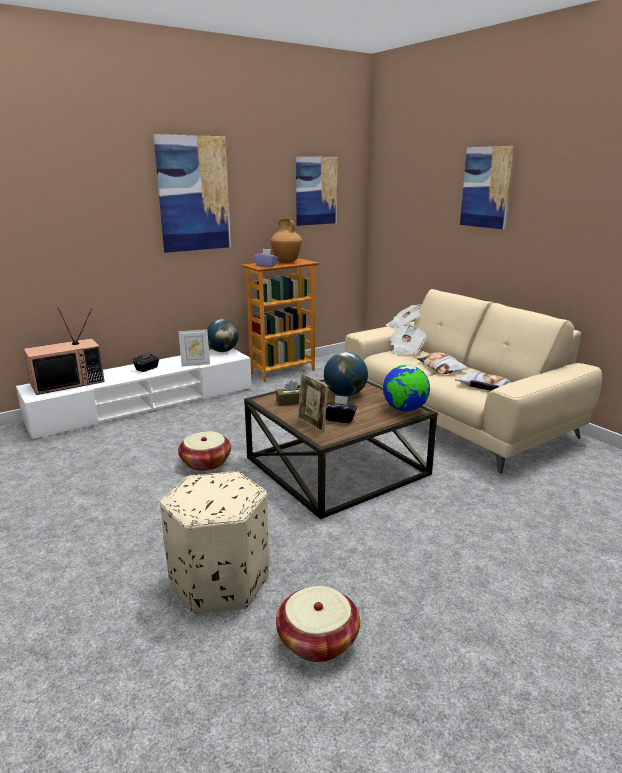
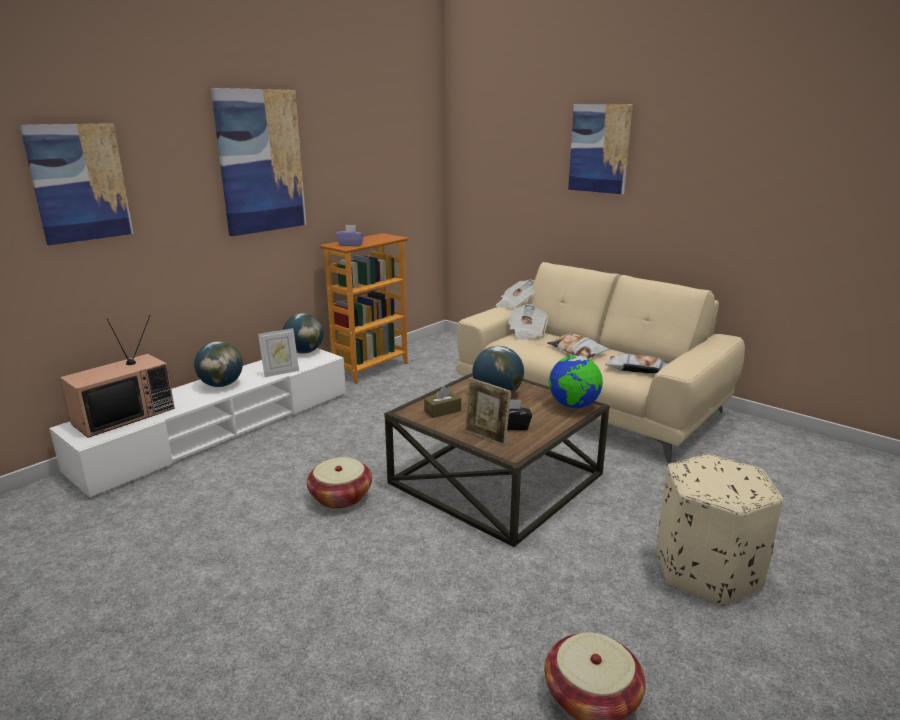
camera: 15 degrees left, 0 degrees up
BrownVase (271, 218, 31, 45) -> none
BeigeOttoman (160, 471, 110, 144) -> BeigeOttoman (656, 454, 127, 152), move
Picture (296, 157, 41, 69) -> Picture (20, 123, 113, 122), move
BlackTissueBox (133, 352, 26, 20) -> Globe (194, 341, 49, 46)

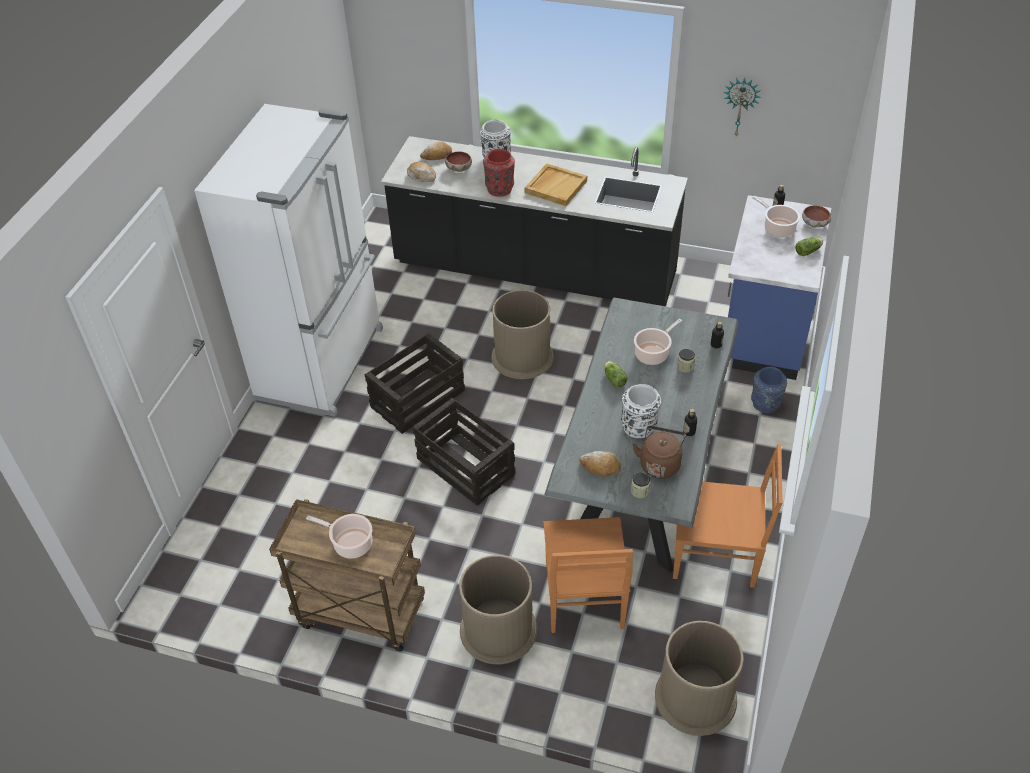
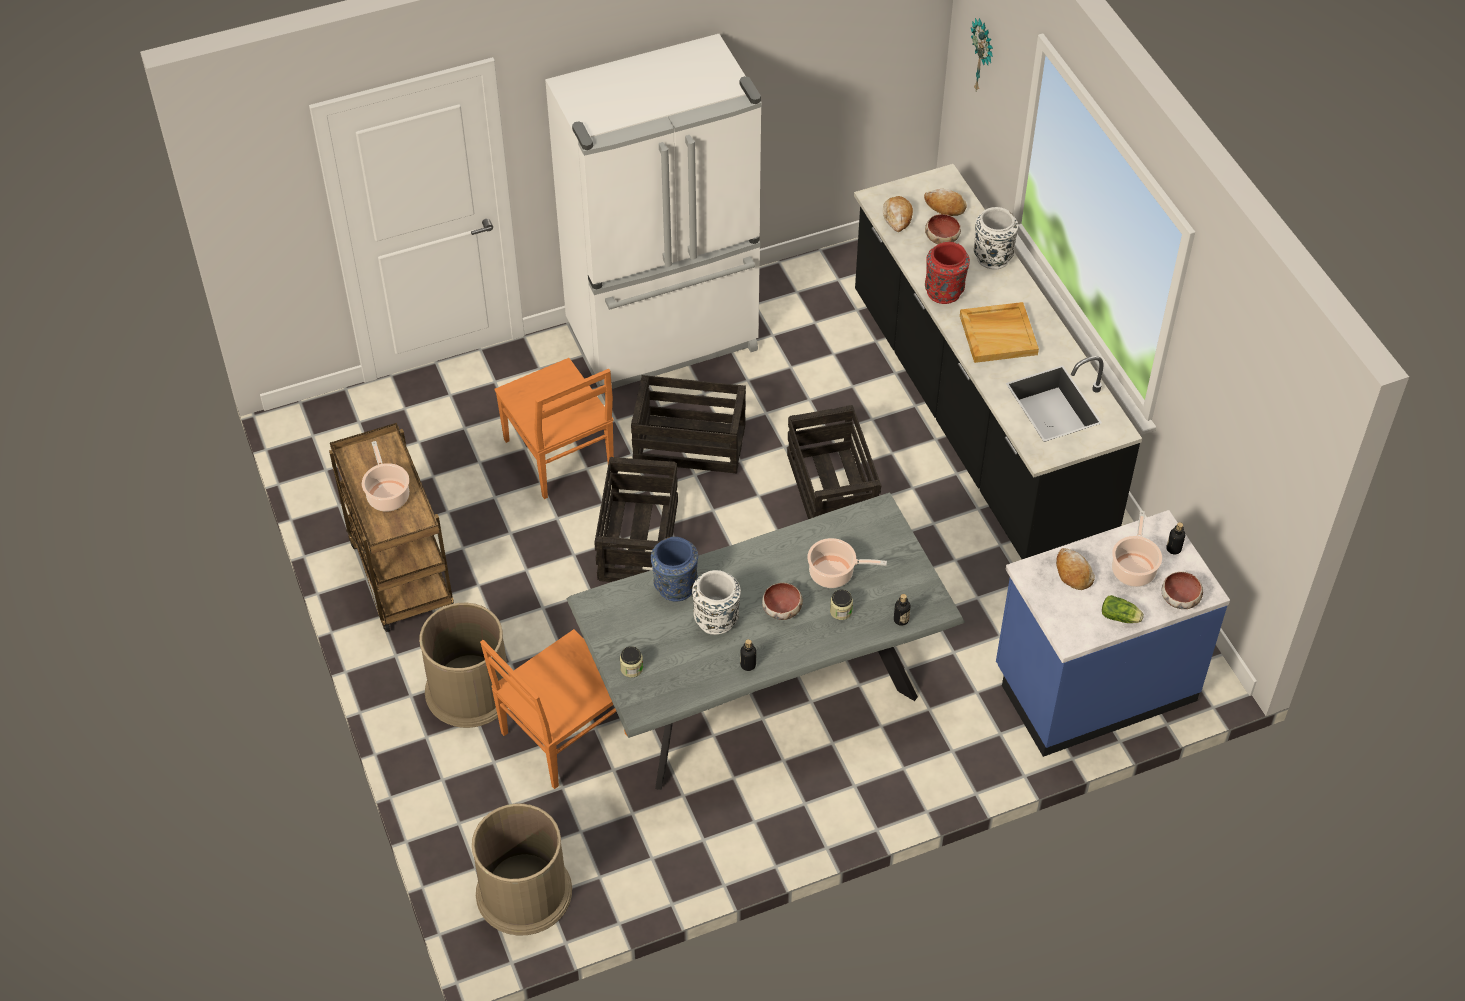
camera: 50 degrees right, 5 degrees up
Lettuce (604, 361, 23, 27) -> none
BrownKettle (632, 426, 54, 53) -> none
none -> Bowl (762, 583, 41, 37)
Bread (579, 451, 42, 26) -> Bread (1056, 548, 39, 42), move
OrangeChair (673, 444, 110, 144) -> OrangeChair (494, 358, 120, 141), move
WallClock (723, 78, 38, 58) -> WallClock (971, 18, 22, 73), move
BlueVase (751, 367, 36, 46) -> BlueVase (651, 537, 47, 64), move
BrownTrashCan (491, 290, 63, 89) -> Crate (787, 405, 94, 114)

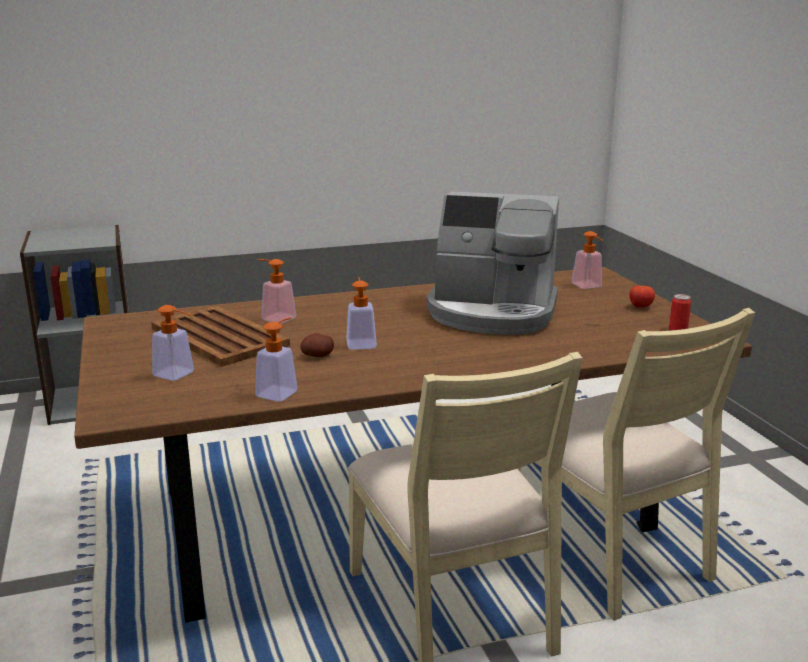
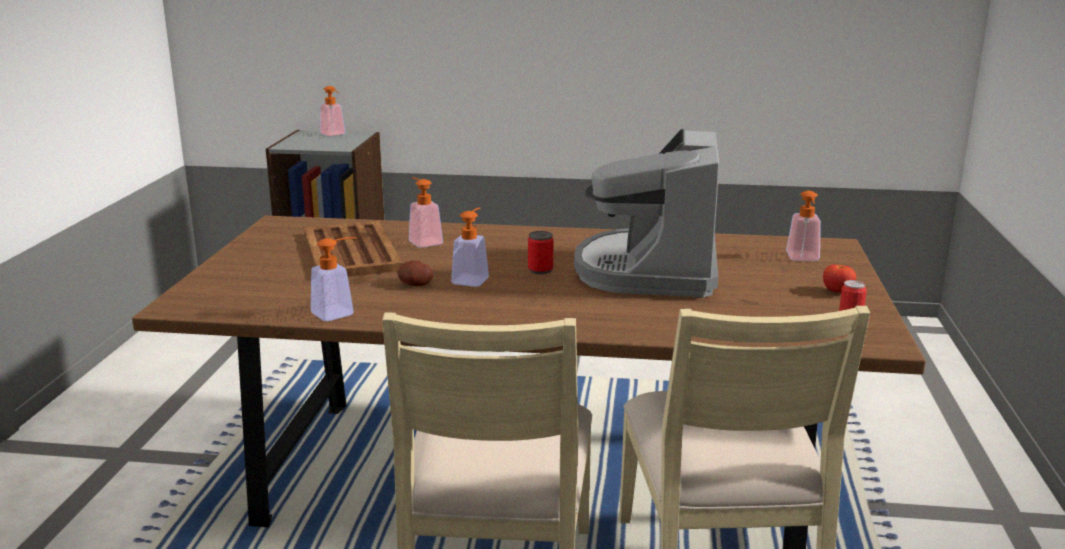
camera: 25 degrees right, 0 degrees up
none -> Can (528, 231, 25, 43)
SoapDispenser (152, 305, 42, 76) -> SoapDispenser (320, 86, 25, 50), move
CoffeeMachine (427, 191, 132, 144) -> CoffeeMachine (574, 129, 145, 169), 60 degrees clockwise

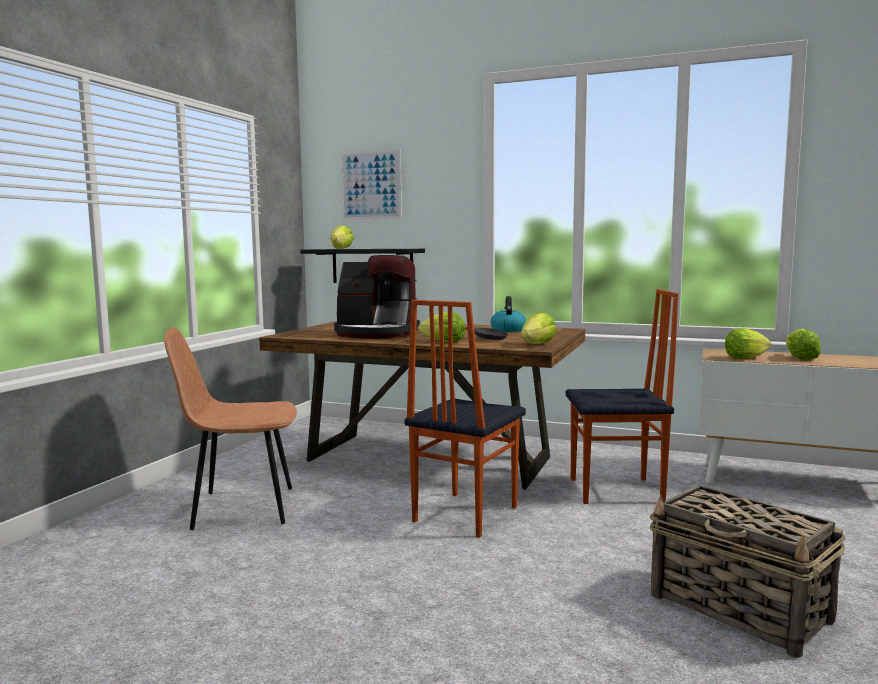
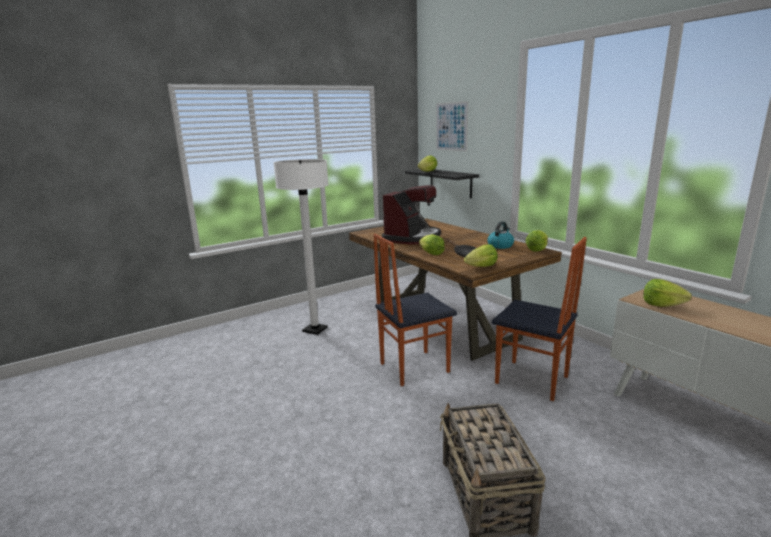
camera: 35 degrees right, 10 degrees up
Lettuce (786, 329, 35, 31) -> Lettuce (525, 230, 23, 21), move
BrownChair (164, 327, 133, 203) -> WhiteFloorLamp (274, 159, 55, 176)
CoffeeMachine (334, 255, 86, 84) -> CoffeeMachine (382, 185, 59, 59), 105 degrees counterclockwise

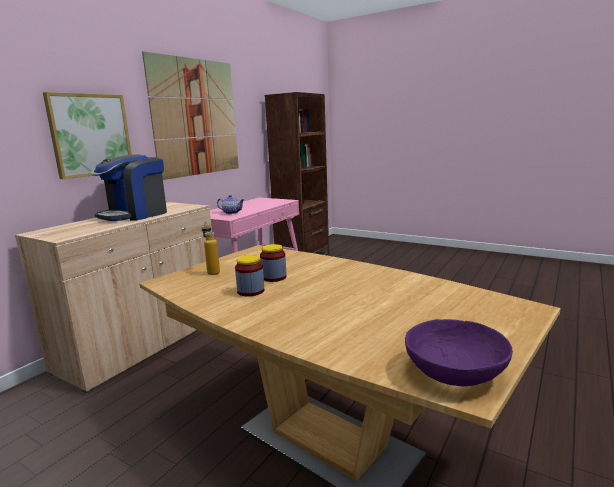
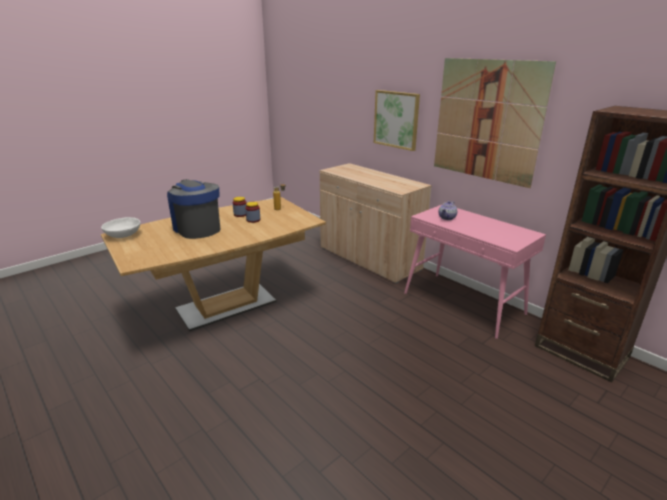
camera: 105 degrees right, 10 degrees up
CoffeeMachine (91, 155, 76, 66) -> CoffeeMachine (167, 179, 54, 60), move
PurpleBowl (405, 319, 108, 67) -> WhiteBowl (101, 217, 39, 21)

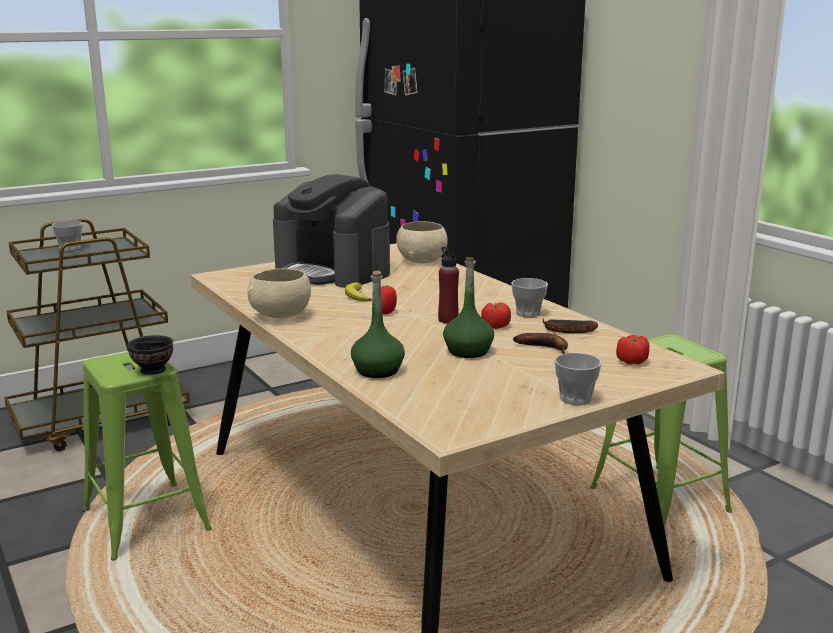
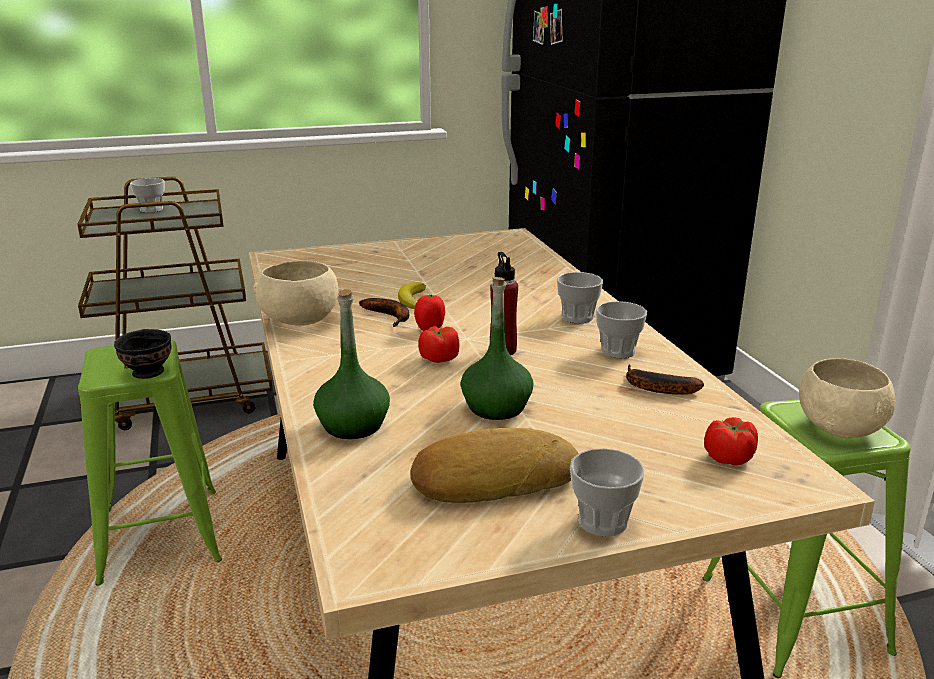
camera: 15 degrees right, 5 degrees up
CoffeeMachine (273, 174, 117, 114) -> none
none -> Bread (411, 428, 168, 75)
none -> Cup (557, 272, 46, 51)
BeigeBowl (396, 221, 52, 42) -> BeigeBowl (799, 358, 96, 80), move
Tomato (481, 302, 30, 27) -> Tomato (418, 326, 42, 37), move
Banana (513, 333, 55, 21) -> Banana (359, 298, 50, 29), move

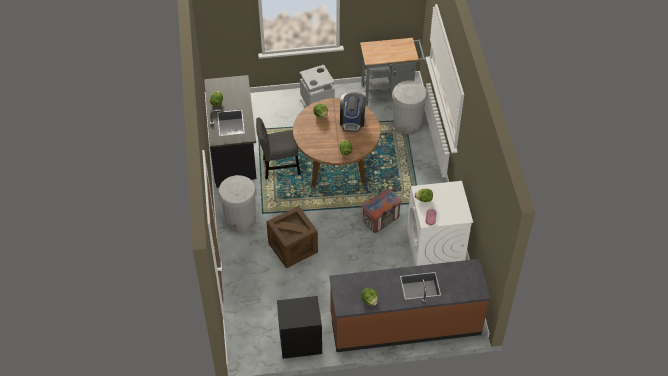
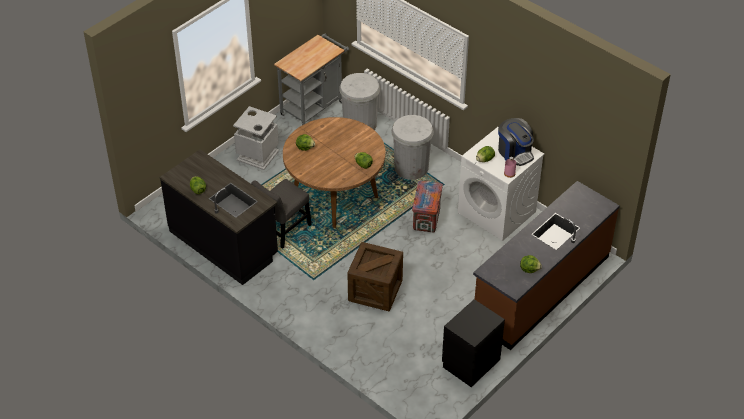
camera: 40 degrees left, 5 degrees down
WhiteTrashCan (218, 175, 39, 57) -> WhiteTrashCan (391, 115, 43, 65), move
CoffeeMachine (340, 92, 26, 40) -> CoffeeMachine (498, 118, 36, 48), move

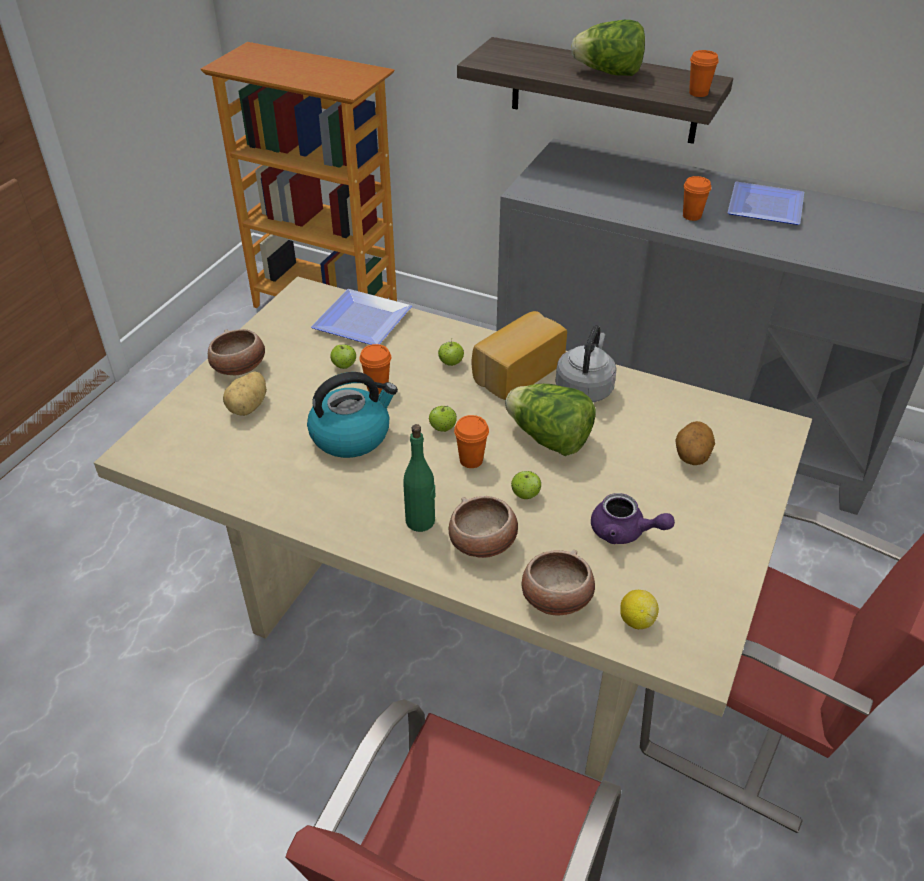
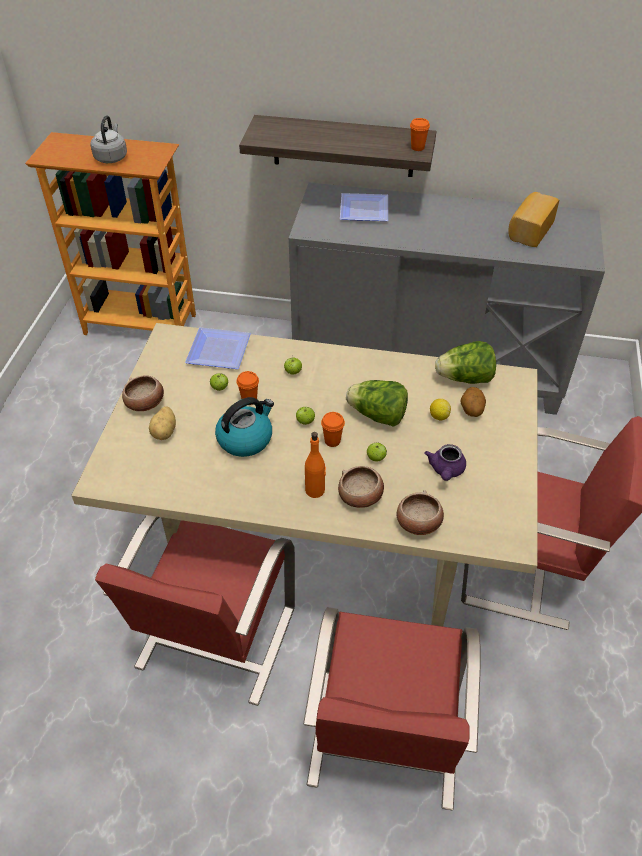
camera: 15 degrees left, 5 degrees up
OrangeCup (683, 176, 28, 45) -> none
none -> RedChair (95, 515, 200, 191)
Bread (471, 311, 96, 89) -> Bread (509, 192, 50, 55), move
GreyKettle (555, 325, 62, 77) -> GreyKettle (90, 115, 37, 48), move
Lettuce (571, 20, 74, 56) -> Lettuce (435, 341, 61, 43), move
Lemon (620, 590, 39, 39) -> Lemon (430, 399, 21, 22), move
Plate (727, 182, 77, 43) -> Plate (340, 193, 48, 28), move
GreenBottle (403, 424, 32, 108) -> OrangeBottle (305, 432, 21, 66)
PurpleTeapot (591, 493, 84, 51) -> PurpleTeapot (425, 444, 41, 37), 90 degrees clockwise

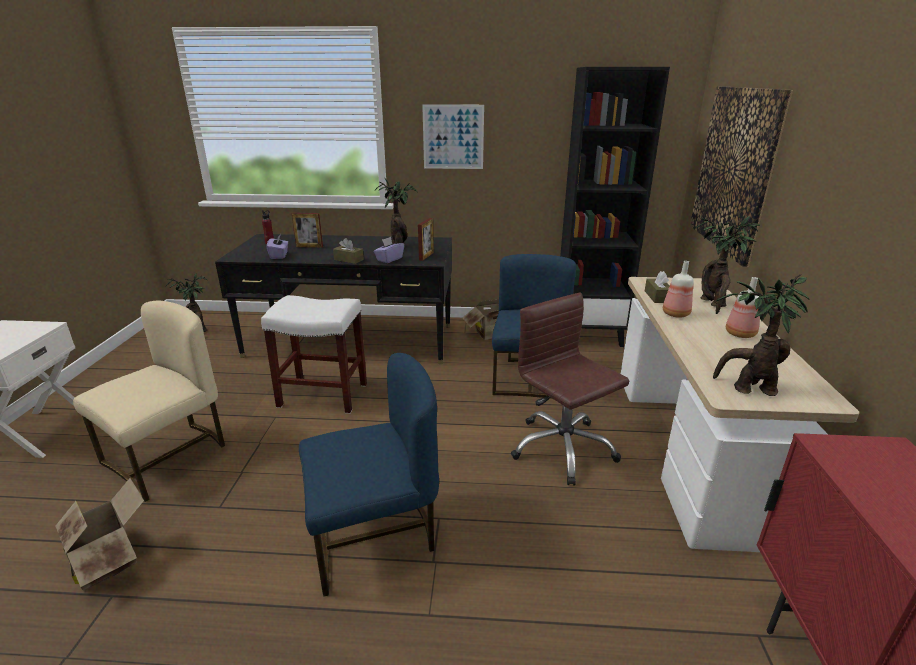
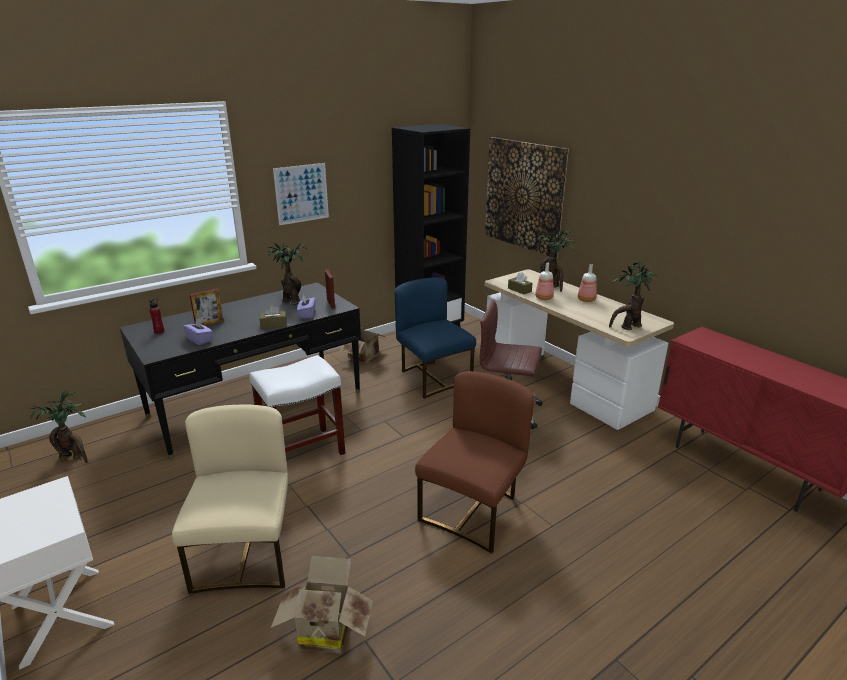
camera: 40 degrees left, 0 degrees up
BlueChair (299, 353, 140, 243) -> BrownChair (415, 371, 119, 182)

